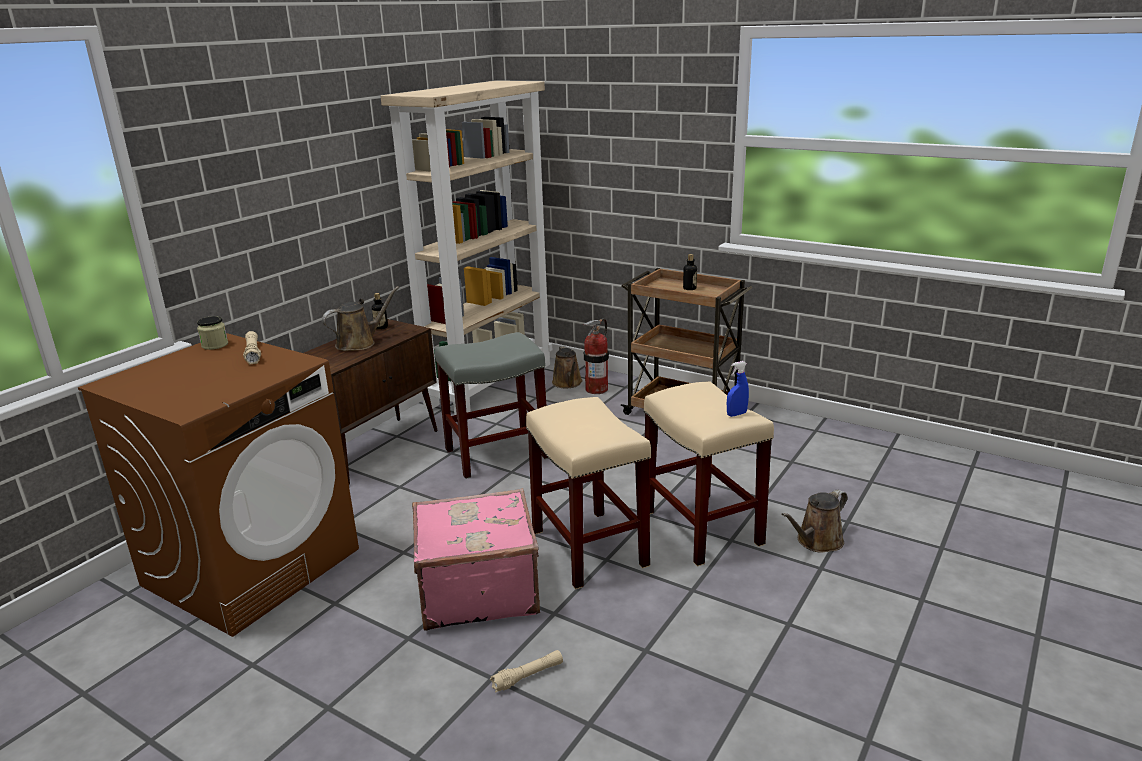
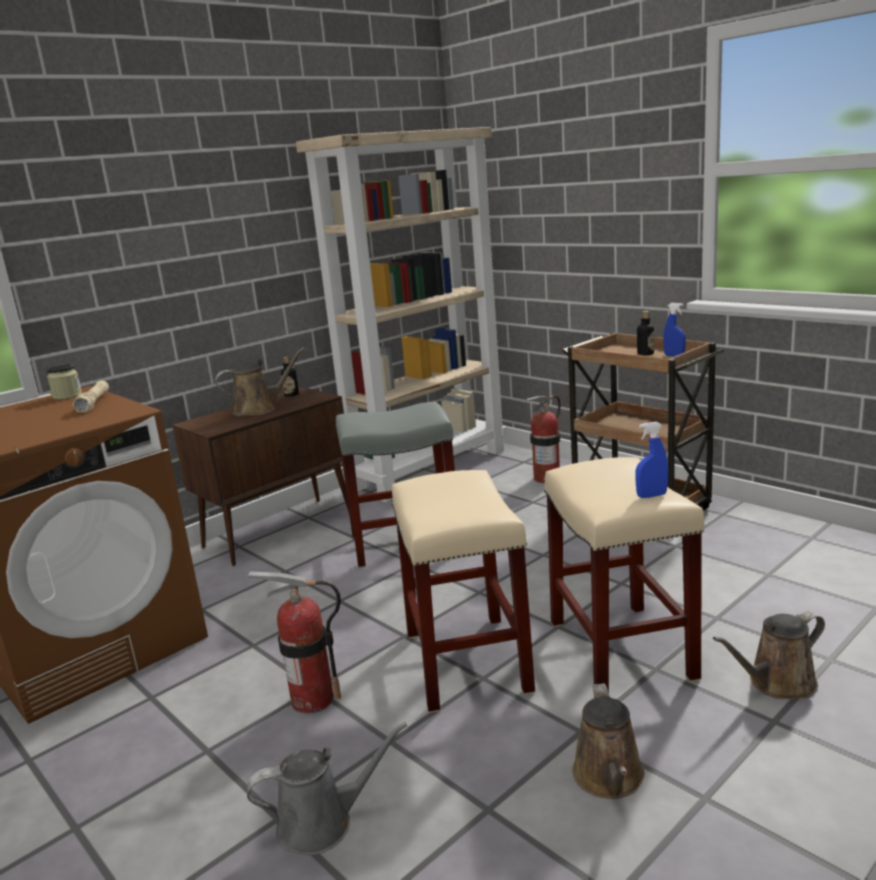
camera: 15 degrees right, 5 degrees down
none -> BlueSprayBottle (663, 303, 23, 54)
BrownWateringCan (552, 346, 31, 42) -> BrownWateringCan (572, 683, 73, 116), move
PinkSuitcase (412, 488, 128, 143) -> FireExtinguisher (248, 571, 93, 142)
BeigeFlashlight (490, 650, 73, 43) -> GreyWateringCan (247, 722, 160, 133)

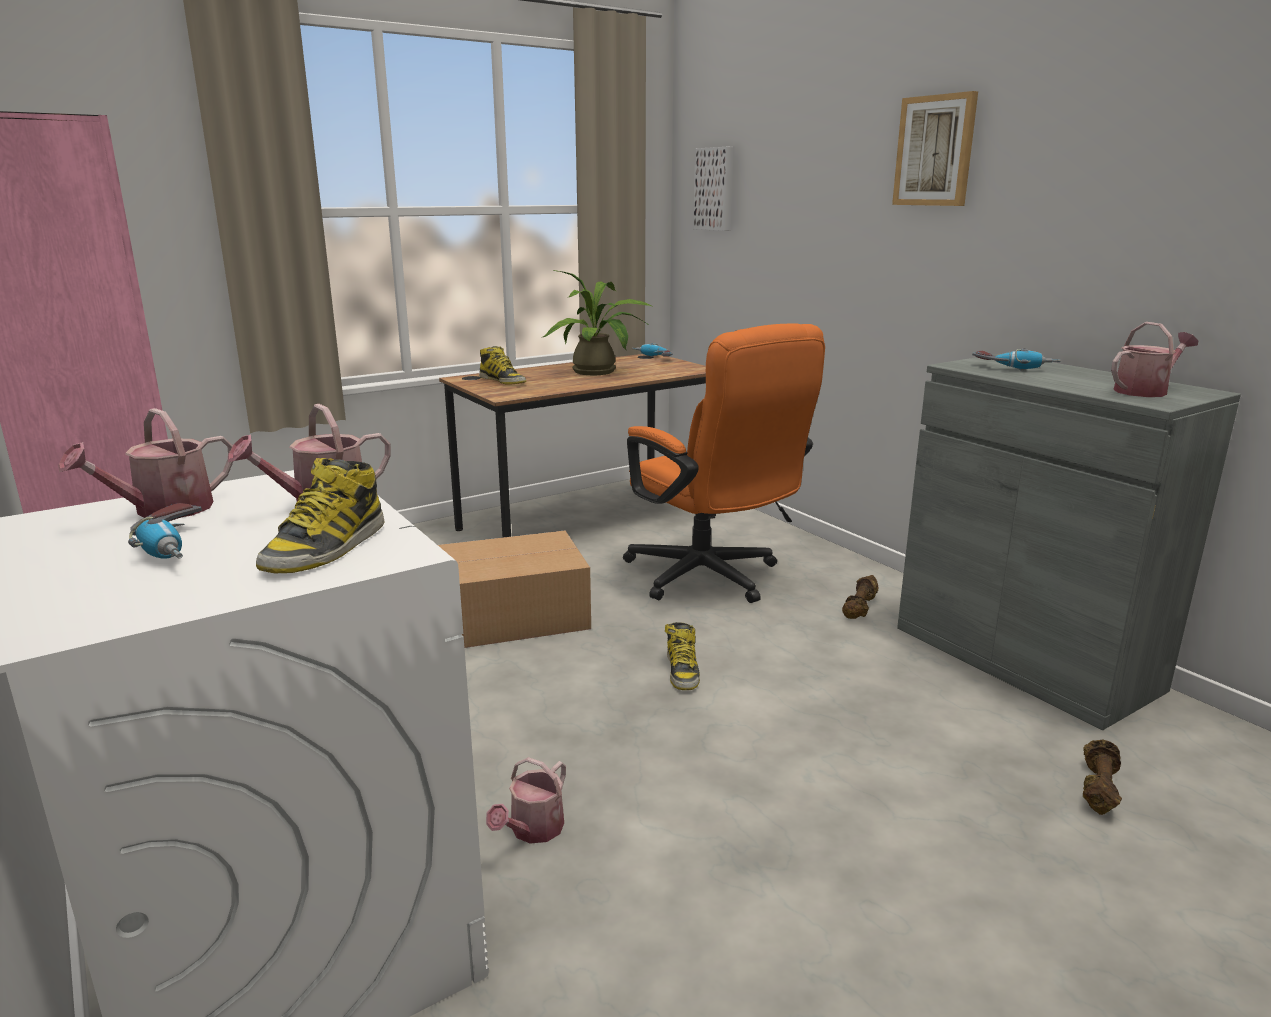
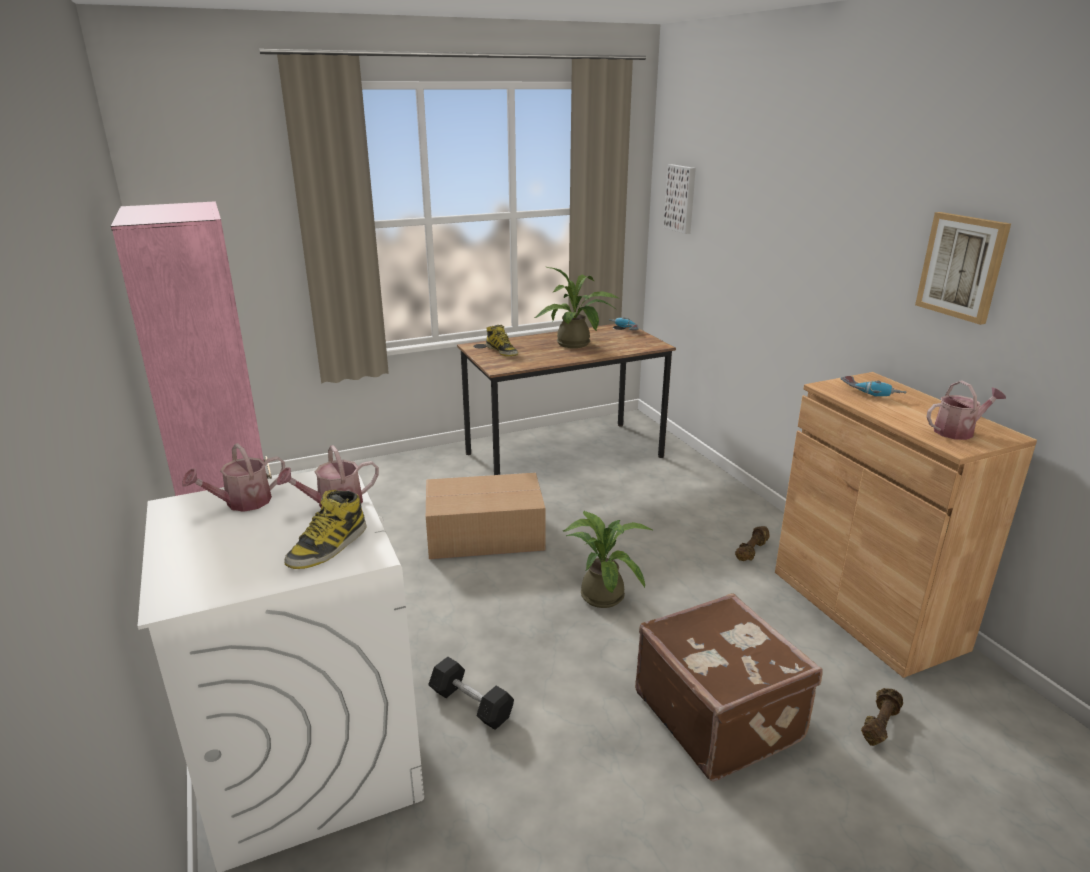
camera: 10 degrees right, 5 degrees up
PowerDrill (128, 503, 74, 56) -> none
OrangeOfficeChair (623, 323, 202, 280) -> none
none -> BrownSuitcase (635, 593, 188, 189)
Picture (892, 91, 86, 115) -> Picture (915, 212, 96, 113), move
WateringCan (486, 757, 80, 87) -> BlackDumbbell (428, 657, 86, 73)
Boot (665, 622, 35, 68) -> PottedPlant (563, 511, 89, 97)
GreyCabinet (897, 354, 344, 376) -> BrownCabinet (775, 372, 262, 306)

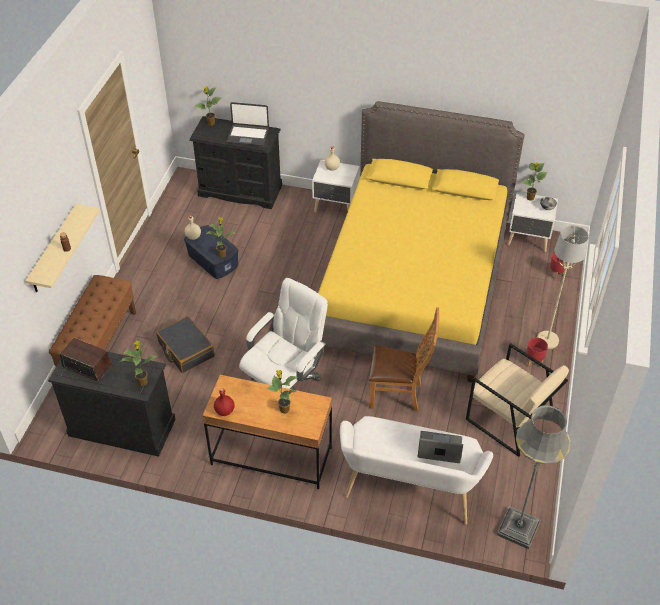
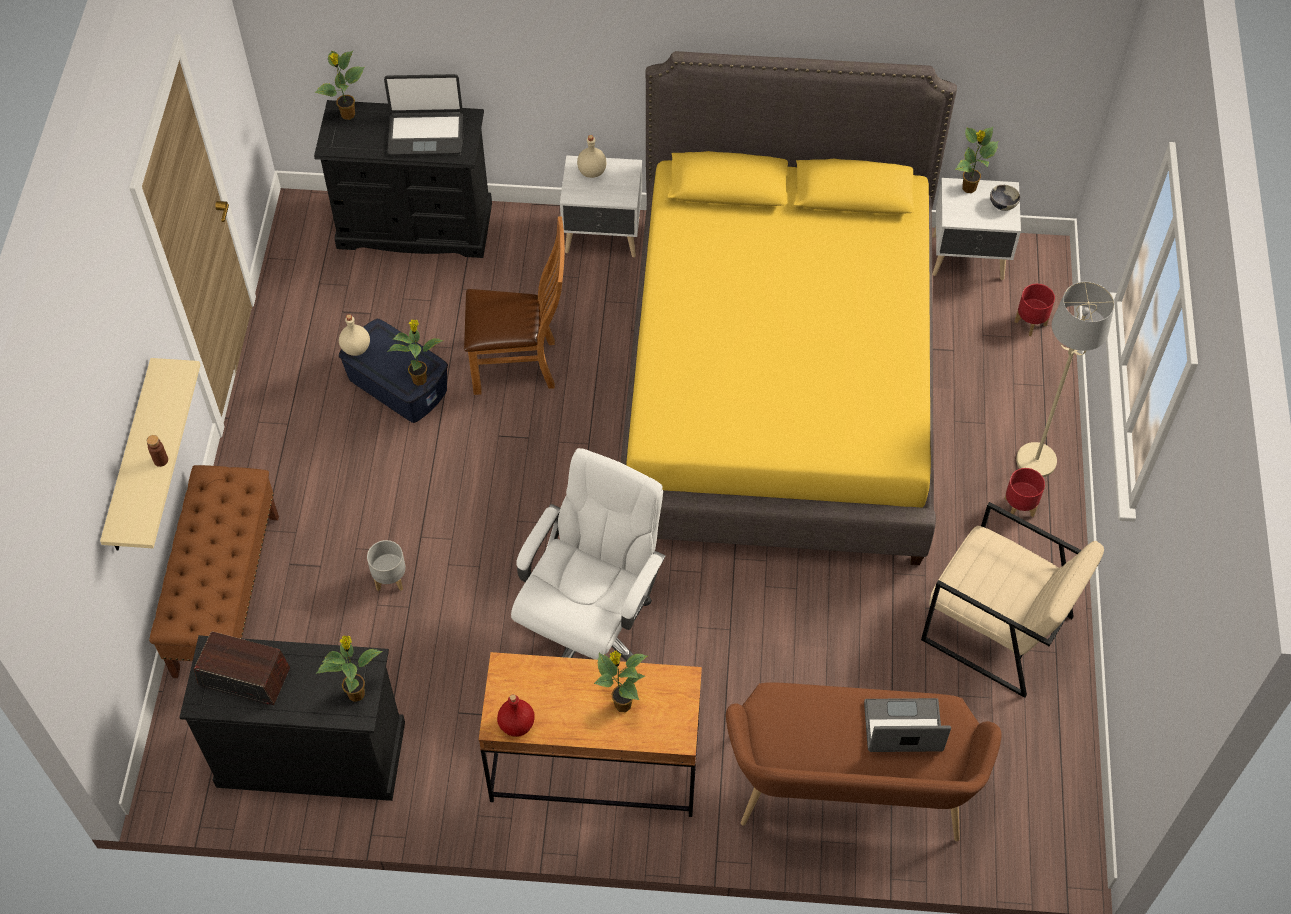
camera: 10 degrees left, 10 degrees up
GreyFloorLamp (497, 405, 74, 144) -> none
BrownChair (369, 307, 70, 105) -> BrownChair (464, 216, 101, 179), move
BlackSuitcase (156, 316, 59, 57) -> GreyPlanter (367, 540, 39, 51)
WhiteBench (340, 416, 153, 109) -> BrownBench (726, 682, 276, 159)

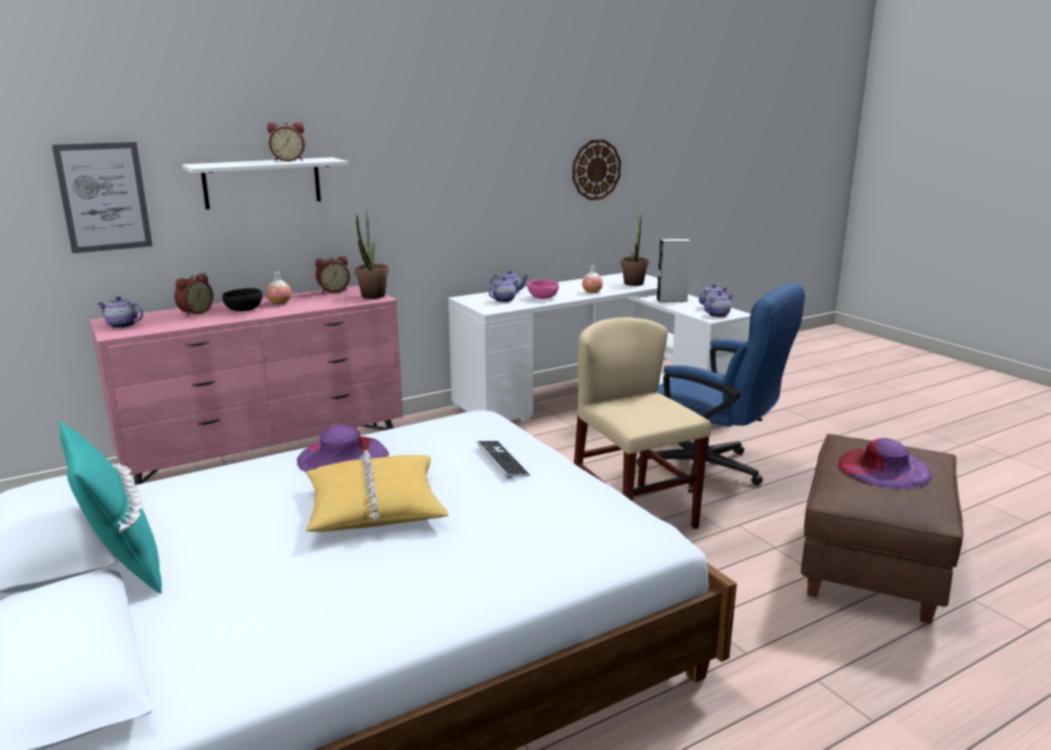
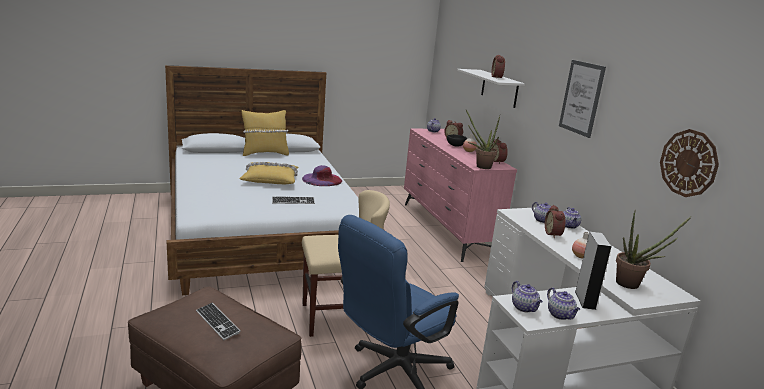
camera: 100 degrees right, 0 degrees up
Picture (52, 142, 100, 111) -> Picture (559, 60, 47, 78), move
PinkBowl (527, 279, 32, 20) -> AlarmClock (545, 205, 20, 33)
PurpleHat (838, 438, 94, 51) -> Keyboard (196, 303, 45, 37)
TurquoisePillow (58, 420, 104, 174) -> YellowPillow (241, 110, 48, 46)

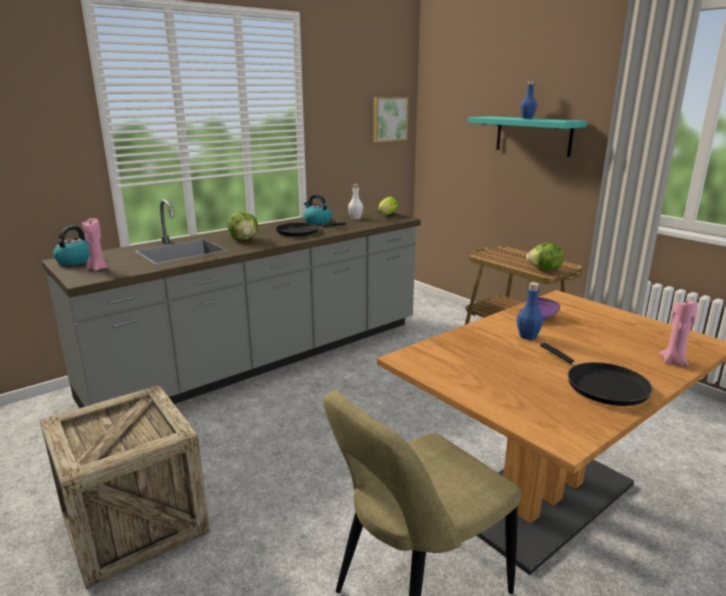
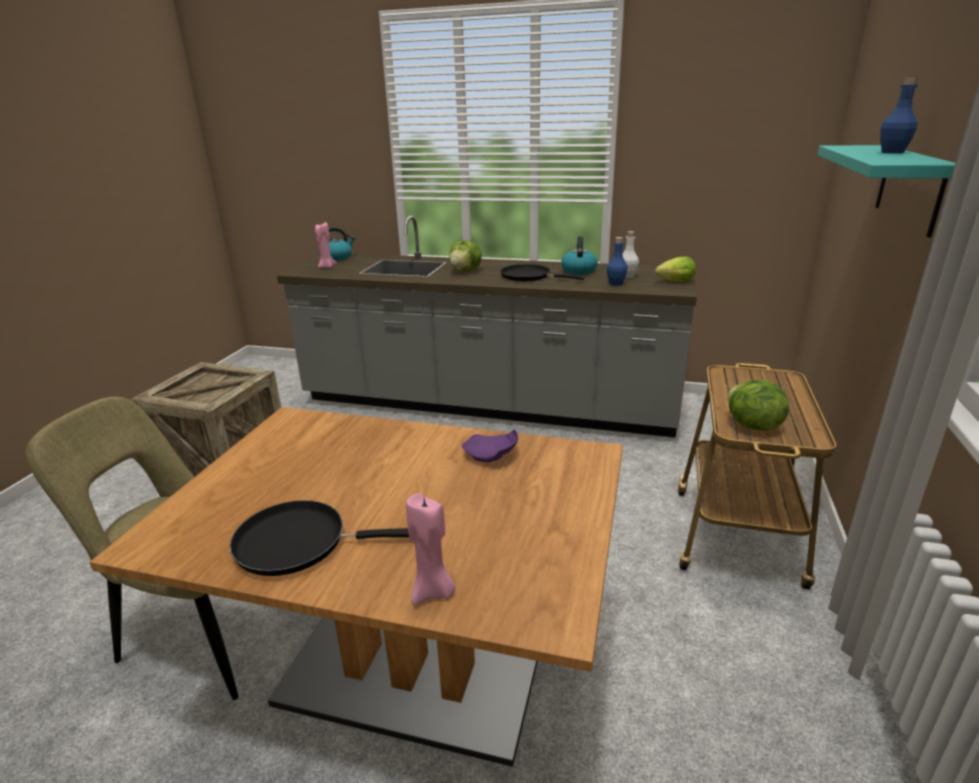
camera: 55 degrees right, 5 degrees up
Picture (373, 97, 36, 45) -> none
BlueBottle (517, 282, 27, 58) -> BlueBottle (607, 237, 21, 49), move
BlackFryingPan (540, 343, 113, 63) -> BlackFryingPan (229, 500, 180, 76), 60 degrees clockwise

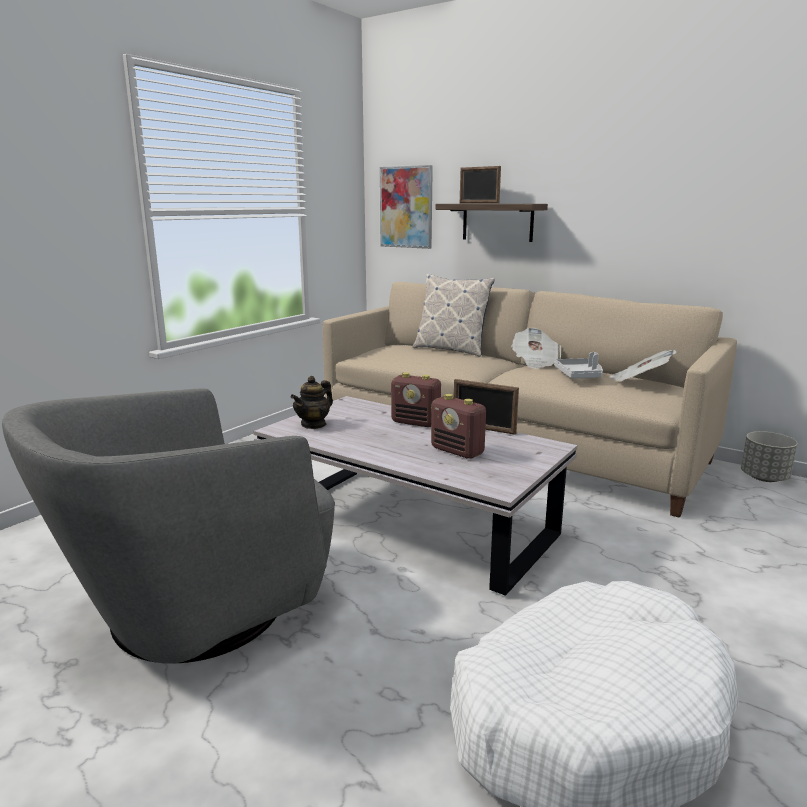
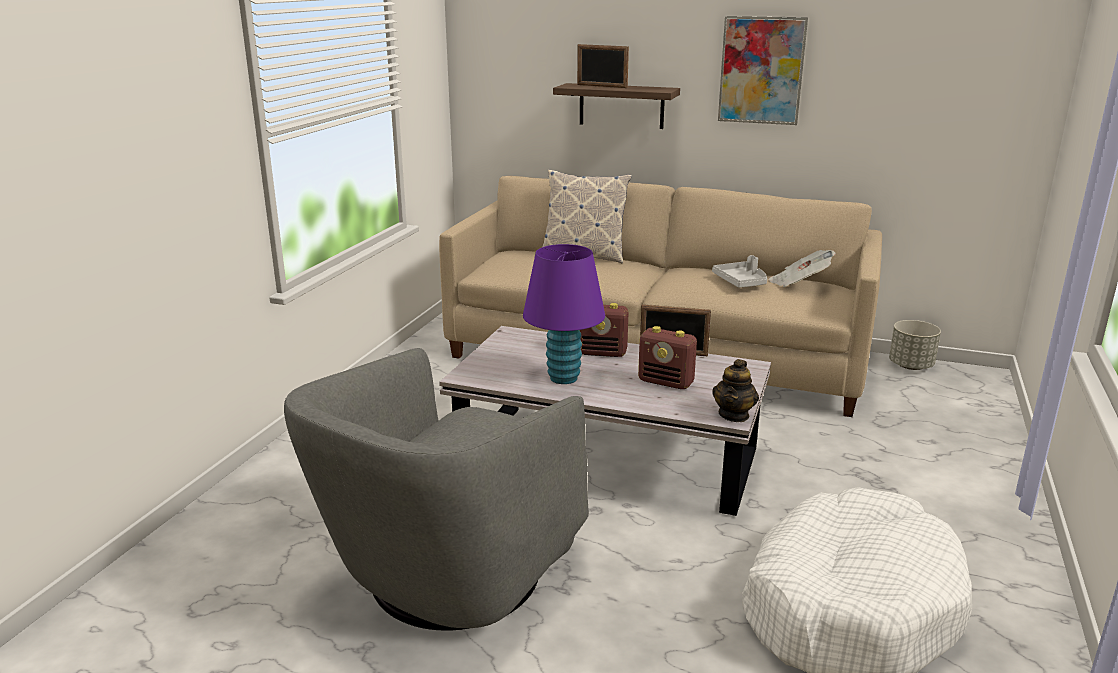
camera: 15 degrees left, 5 degrees up
Newspaper (511, 328, 50, 41) -> none
none -> PurpleTableLamp (523, 244, 82, 140)
Teapot (291, 376, 42, 53) -> Teapot (712, 359, 47, 63), move
Picture (380, 165, 53, 84) -> Picture (718, 16, 90, 109), move

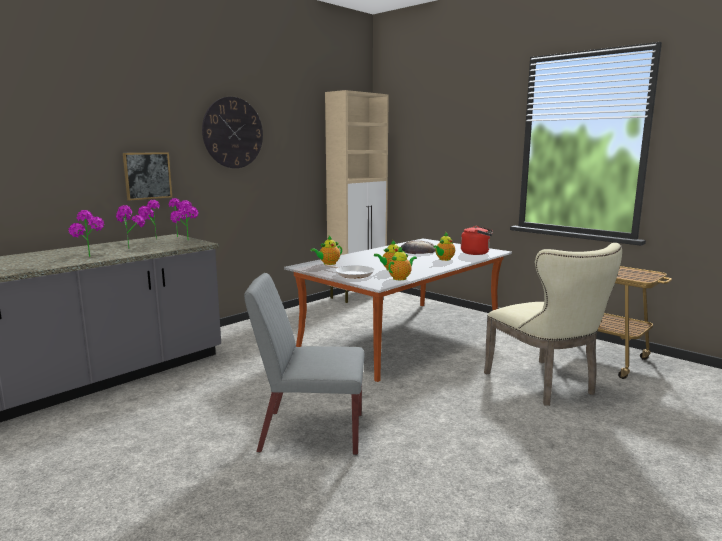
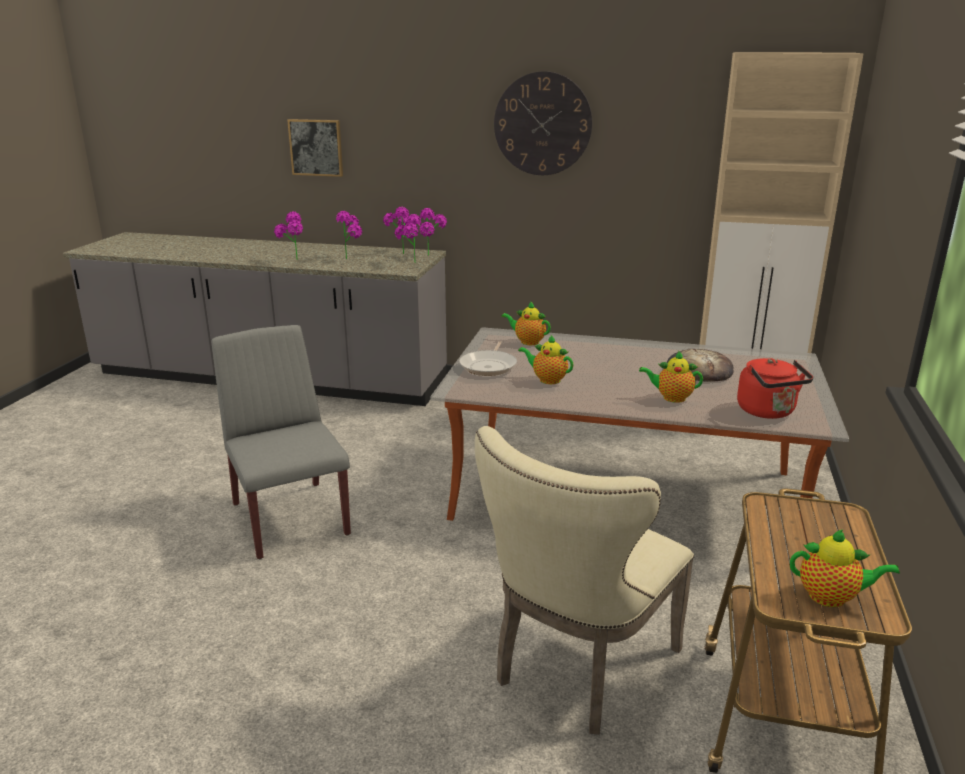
camera: 60 degrees right, 10 degrees up
Picture (123, 152, 49, 49) -> Picture (287, 119, 56, 58), move
Teapot (388, 247, 29, 33) -> Teapot (790, 529, 110, 78), move

